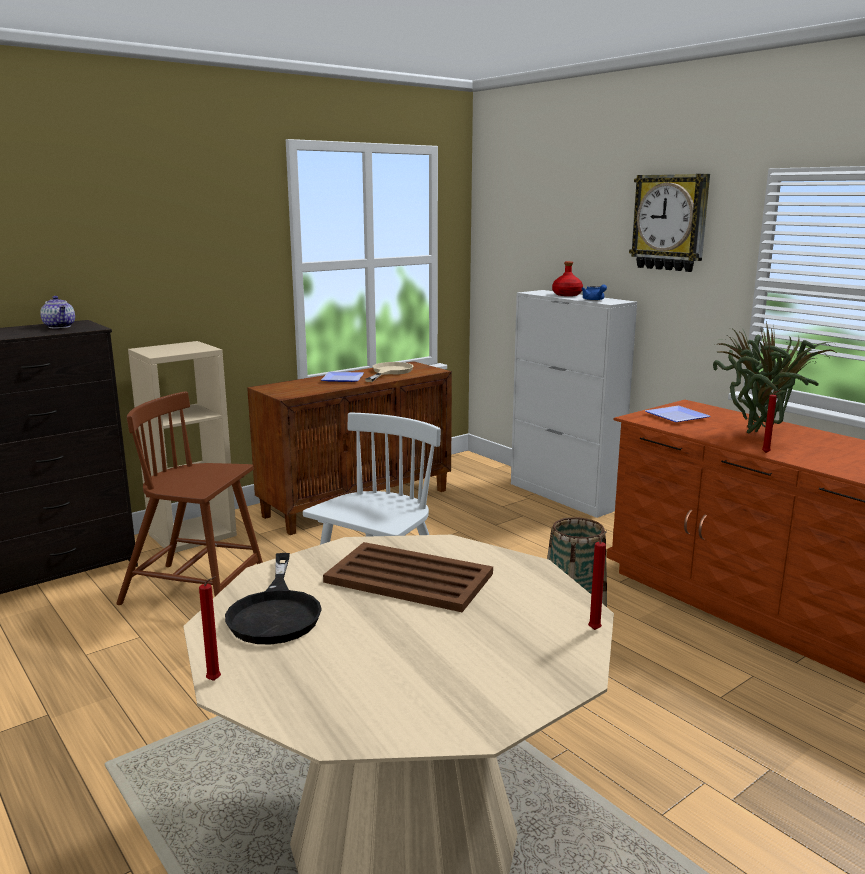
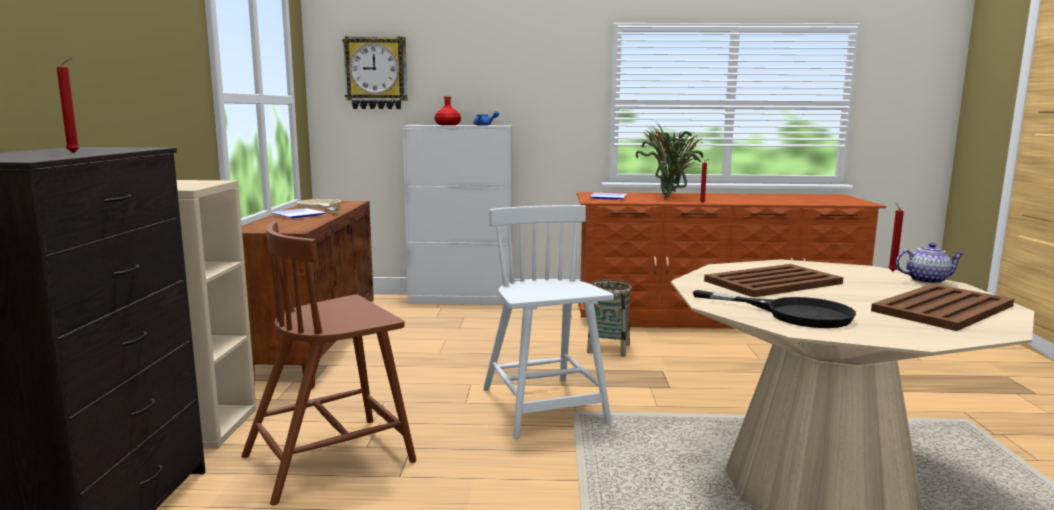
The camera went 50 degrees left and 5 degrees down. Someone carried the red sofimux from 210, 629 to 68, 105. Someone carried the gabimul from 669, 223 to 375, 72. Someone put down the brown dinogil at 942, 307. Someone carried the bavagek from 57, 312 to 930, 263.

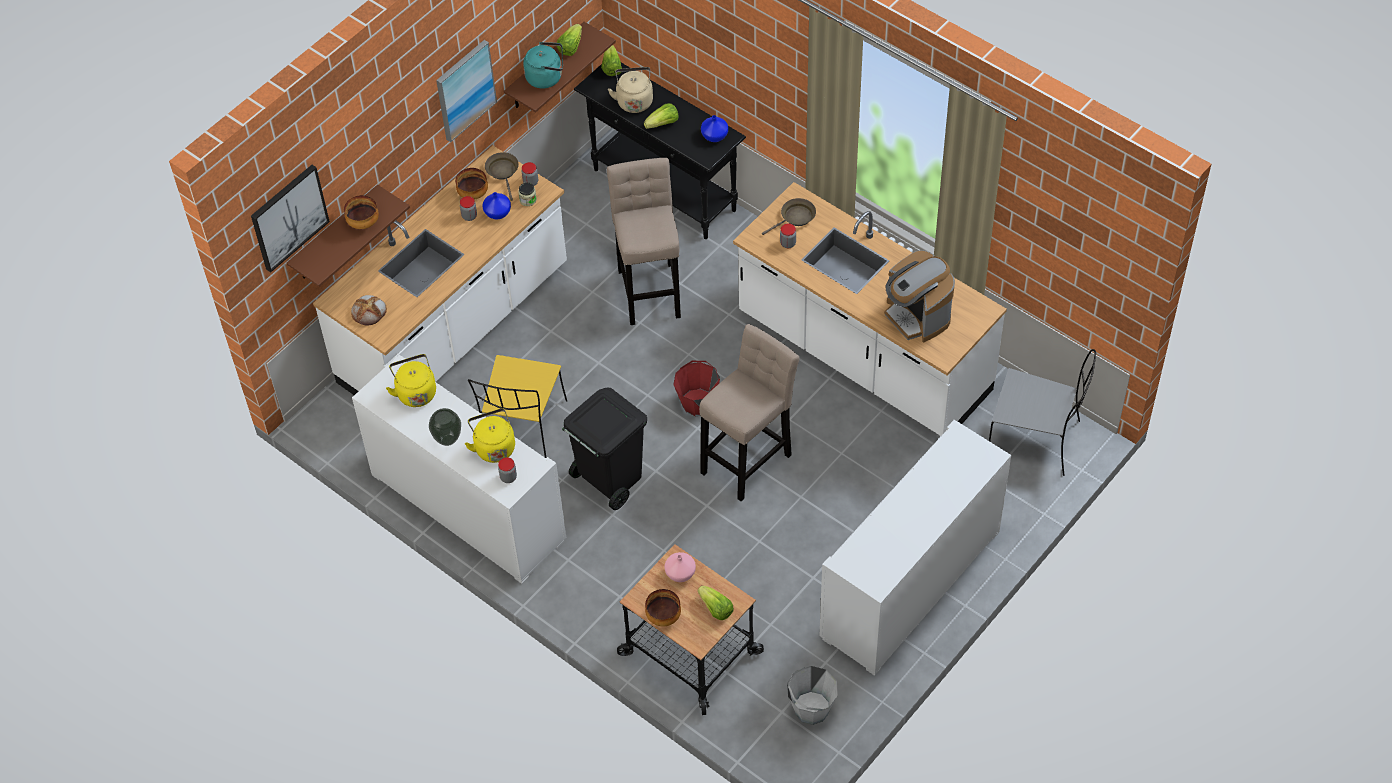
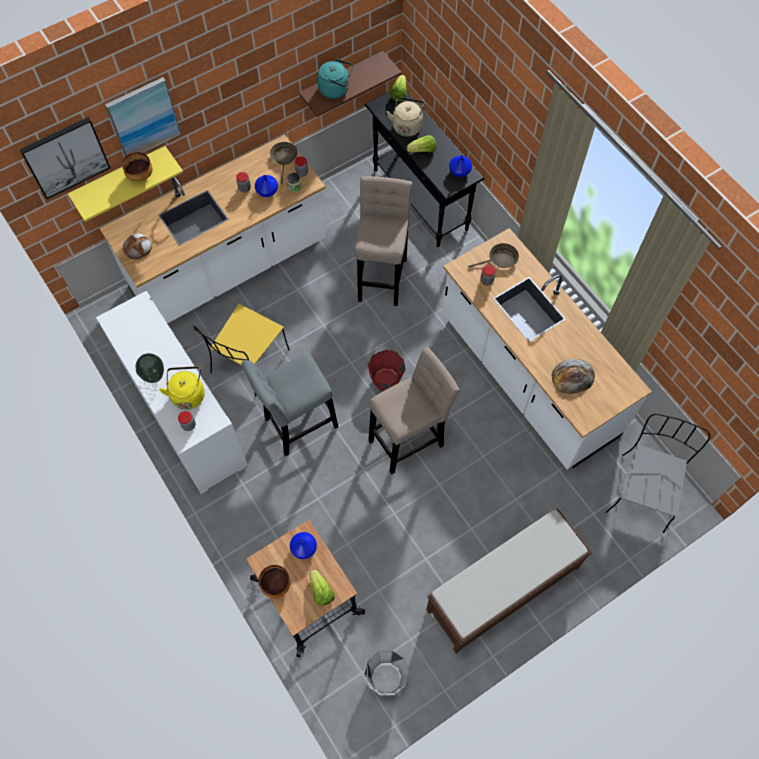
The camera went 15 degrees right and 10 degrees up. Someone repainted the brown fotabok at 348, 236, which became the yellow fotabok at 125, 184. Someone carried the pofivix from 466, 91 to 143, 117. Someone swapped the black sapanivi at 604, 449 for the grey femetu at 289, 404. Someone repainted the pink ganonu at 680, 567, which became the blue ganonu at 303, 545. Someone swapped the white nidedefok at 915, 548 for the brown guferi at 509, 581. Someone swapped the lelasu at 919, 296 for the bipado at 573, 376. Someone rotated the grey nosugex at 1042, 412 by 105 degrees counterclockwise. Someone took away the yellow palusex at 411, 380. Someone took away the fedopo at 471, 184. Someone took away the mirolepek at 569, 40.

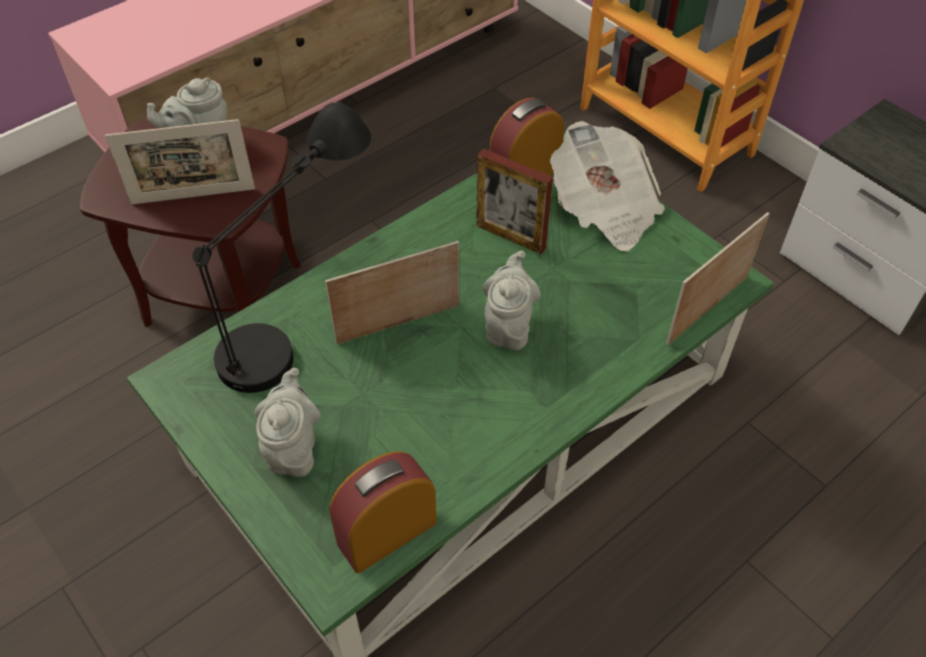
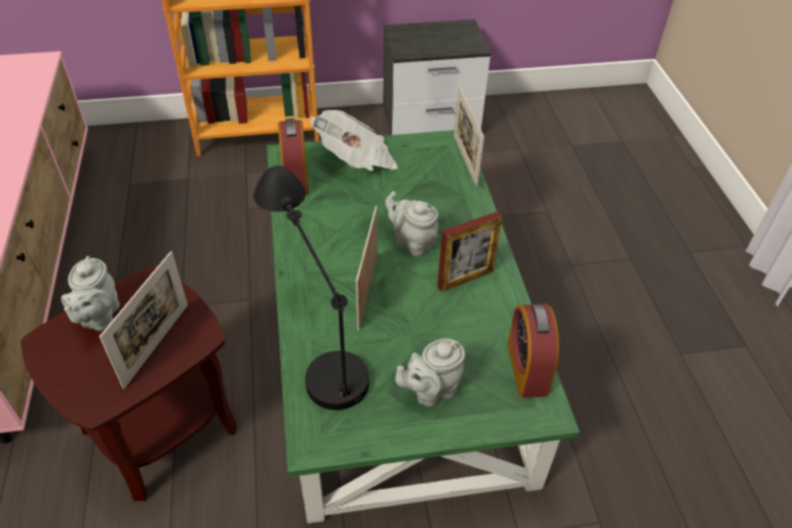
The camera went 60 degrees left and 5 degrees down. Someone rotated the grey bavagek at 288, 422 by 60 degrees counterclockwise. Someone carried the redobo from 514, 201 to 470, 251.

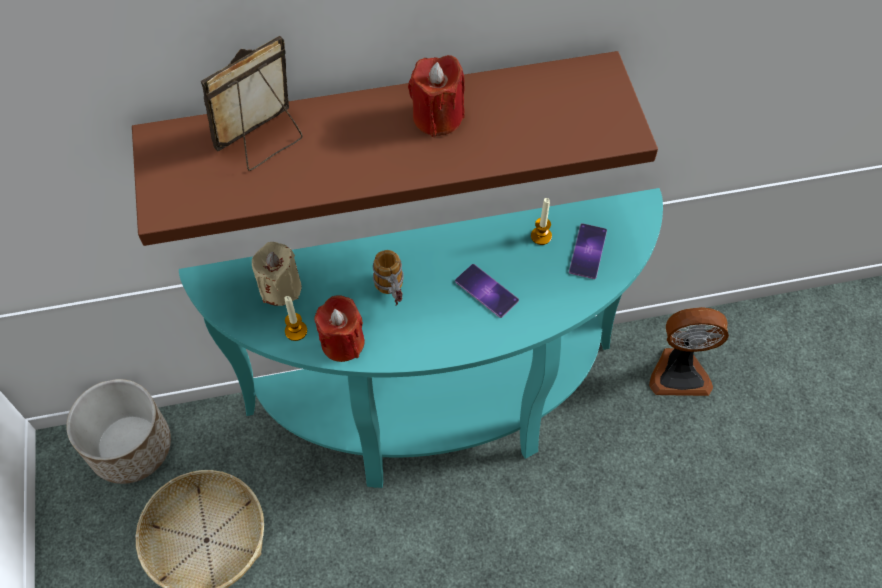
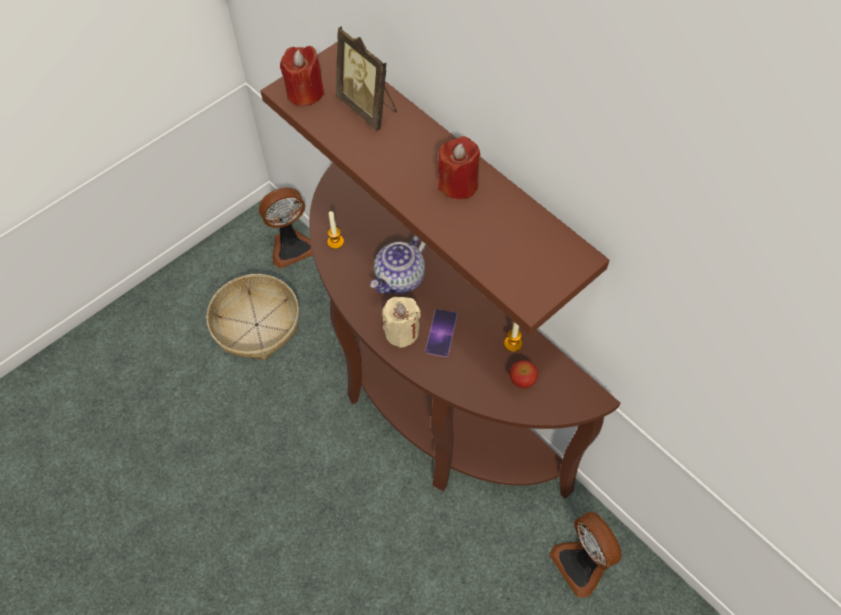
The camera went 60 degrees right and 0 degrees up. Someone swapped the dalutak at 118, 431 for the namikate at 286, 228. Someone carried the red sofimux from 339, 328 to 302, 76. Someone repainted the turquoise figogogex at 421, 338, which became the brown figogogex at 464, 331. Someone rotated the redobo at 252, 103 by 150 degrees counterclockwise. Someone swapped the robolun at 388, 278 for the bavagek at 398, 264. Someone carried the beige sofimux from 277, 274 to 401, 322. Someone swapped the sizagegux at 588, 251 for the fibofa at 523, 374.

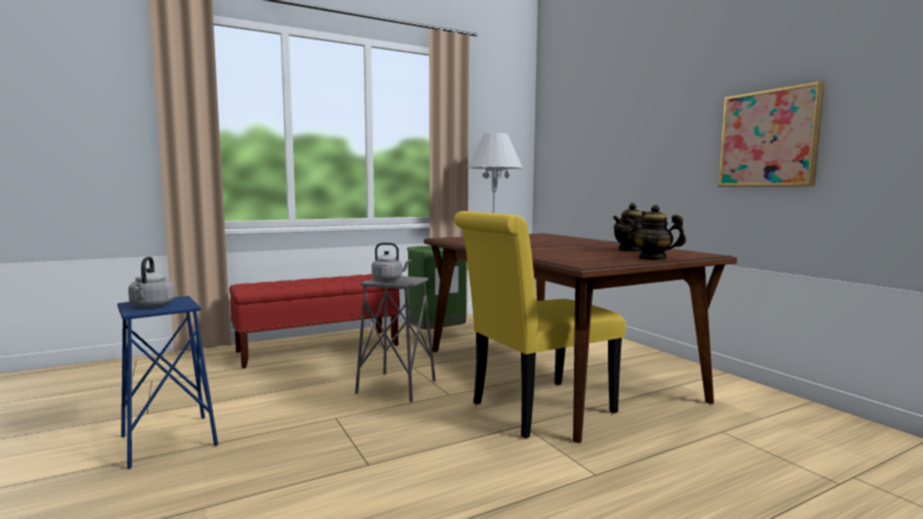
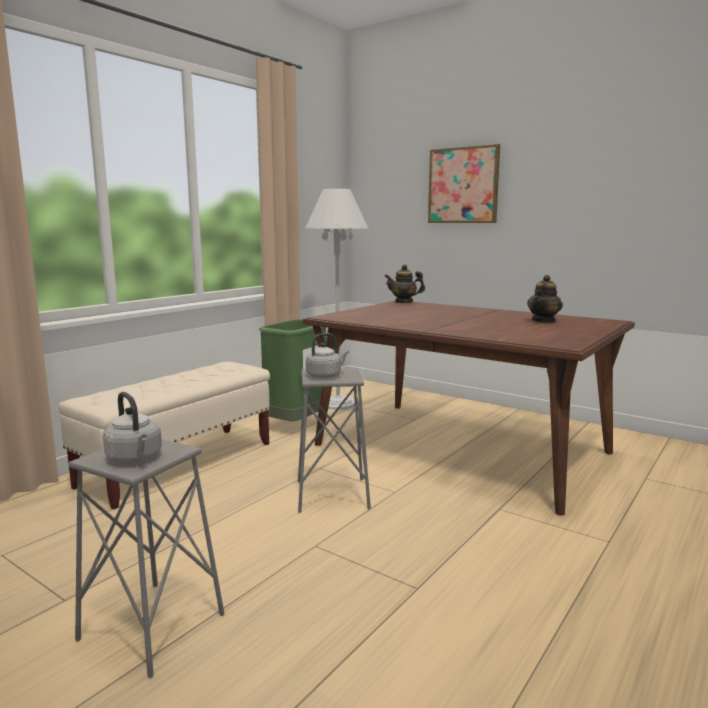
The camera went 25 degrees left and 5 degrees up. Someone repainted the red guferi at 314, 321, which became the beige guferi at 164, 435. Someone repainted the blue femetu at 167, 382, which became the grey femetu at 146, 558. Someone carried the bavagek from 655, 232 to 404, 284. Someone carried the pofivix from 771, 134 to 464, 183. Someone took away the yellow nosugex at 540, 324.

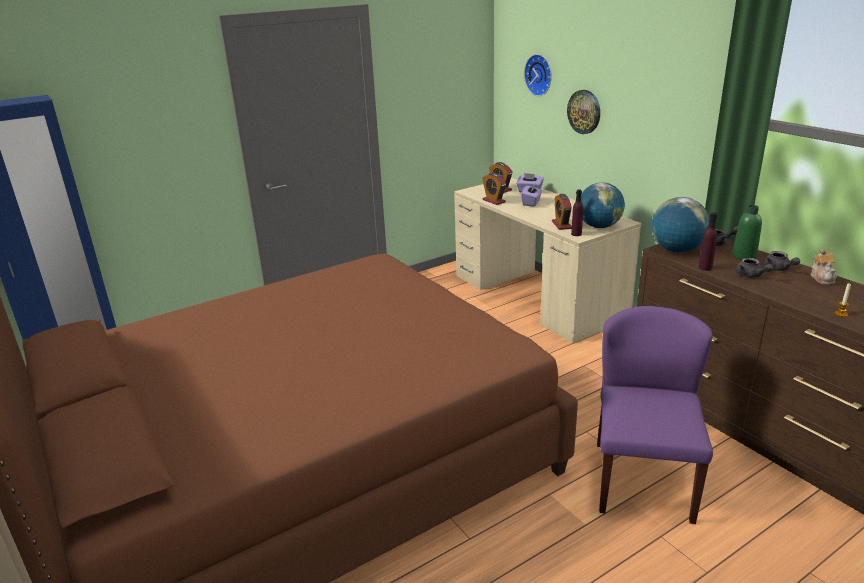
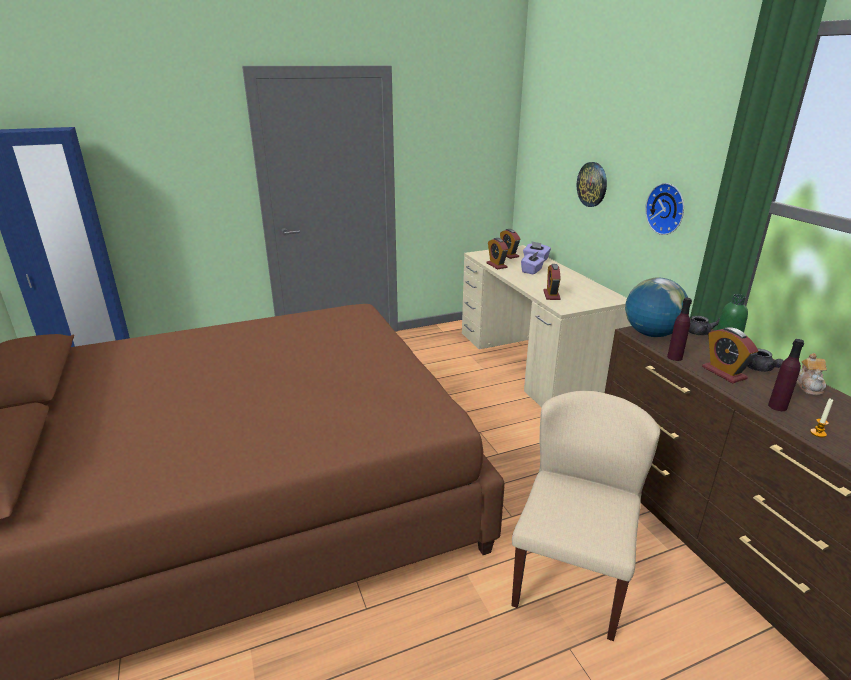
The camera went 10 degrees right and 0 degrees up. Someone repainted the purple nosugex at 655, 415, which became the beige nosugex at 585, 516. Someone carried the gabimul from 538, 75 to 664, 209. Someone swapped the grey bavagek at 754, 268 for the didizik at 730, 355. Someone carried the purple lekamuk from 577, 212 to 786, 375. Someone took away the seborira at 603, 205.

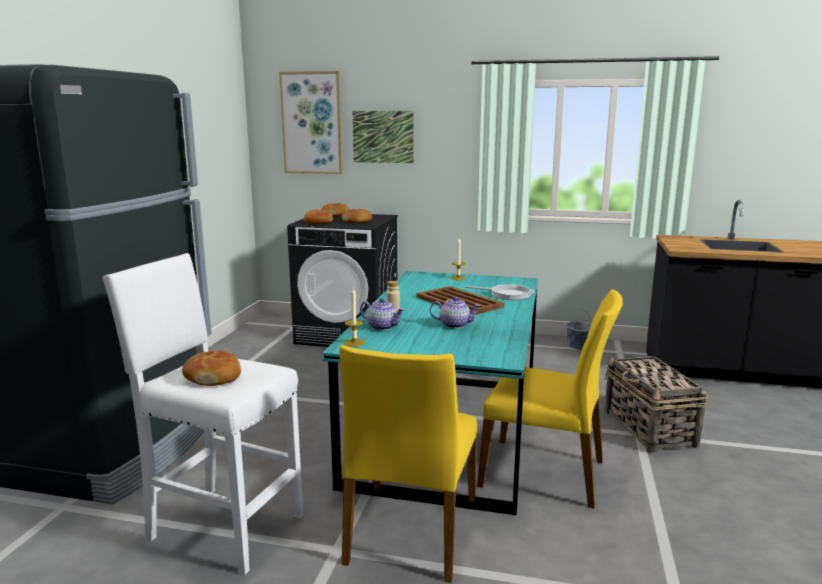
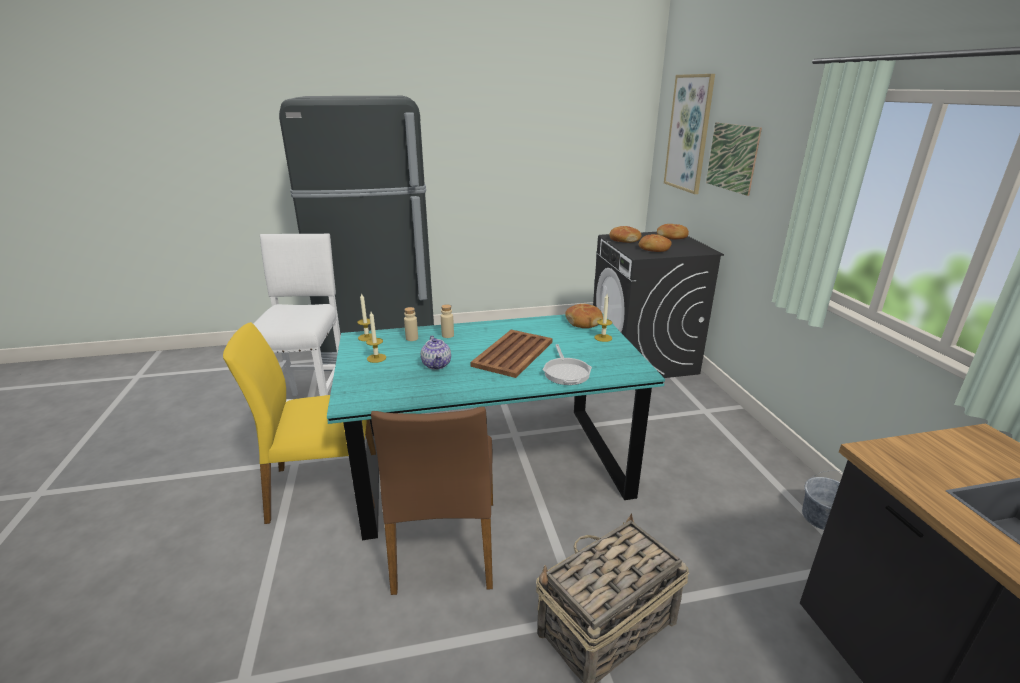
The camera went 65 degrees right and 10 degrees up. Someone put down the sofimux at 376, 337. Someone repainted the yellow nosugex at 550, 399, which became the brown nosugex at 432, 500. Someone swapped the bavagek at 382, 314 for the beige lekamuk at 411, 324. Someone carried the bipado from 211, 368 to 584, 316.

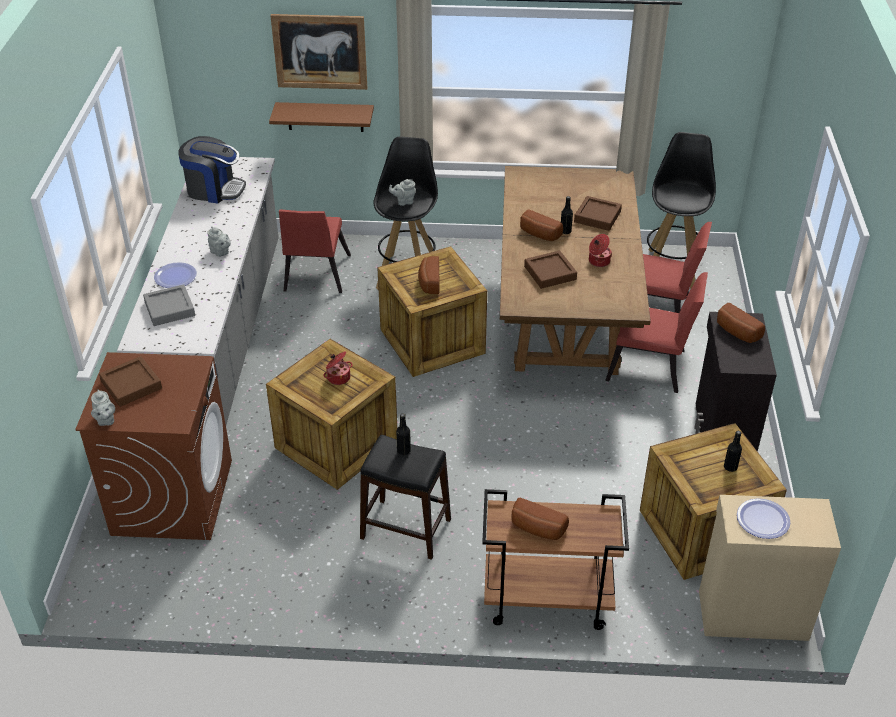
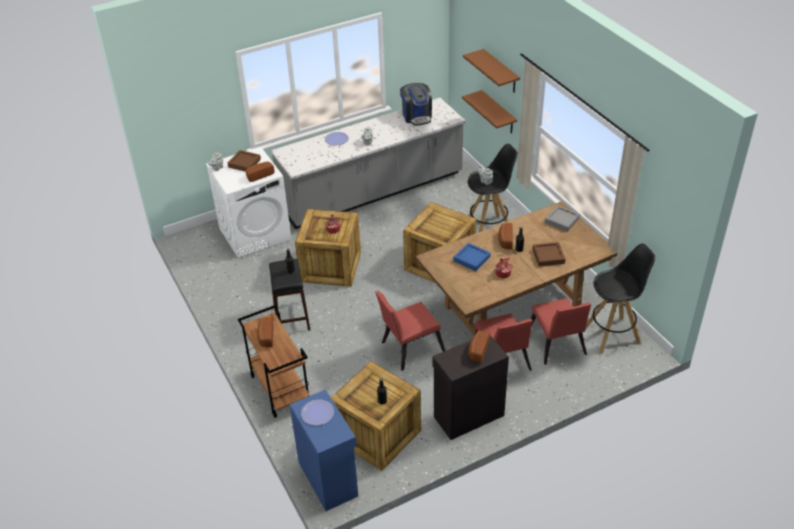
The camera went 60 degrees right and 0 degrees up. Someone repainted the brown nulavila at 153, 446, which became the white nulavila at 249, 202. Someone carried the bipado from 428, 275 to 260, 172. Someone repainted the beige nidedefok at 770, 568, which became the blue nidedefok at 323, 450. Someone carried the red nosugex from 315, 251 to 410, 330. Someone repainted the brown dinogil at 550, 270, which became the blue dinogil at 472, 257. Someone swapped the pofivix at 318, 52 for the brown fotabok at 491, 71. Someone carried the grey dinogil from 169, 305 to 562, 218.

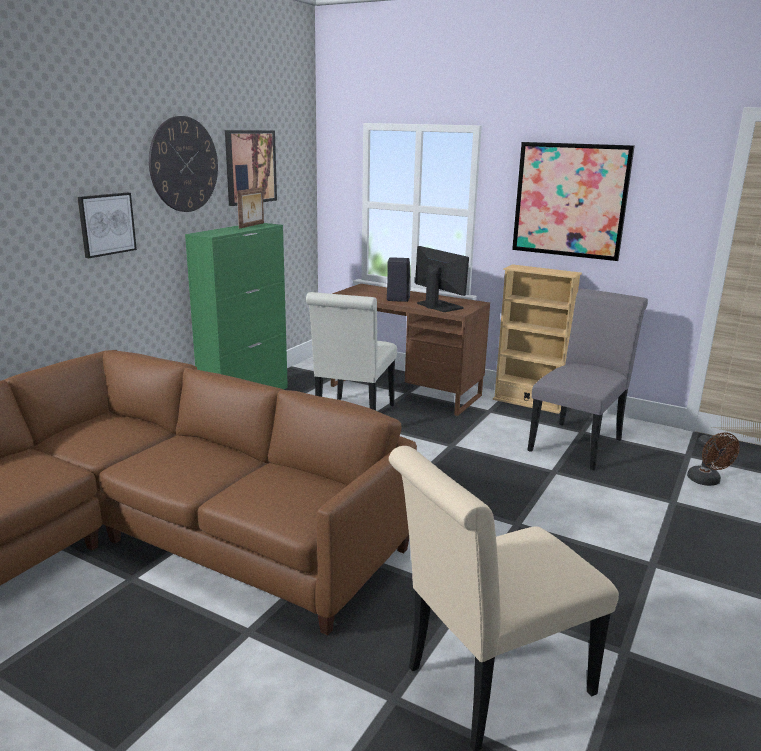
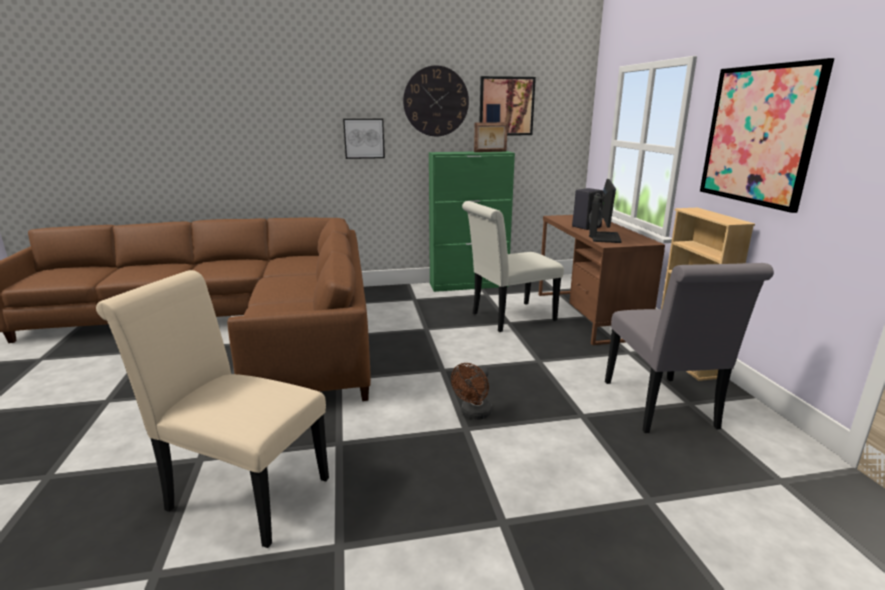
The camera went 50 degrees right and 0 degrees up. Someone carried the brown namikate from 713, 459 to 471, 391. Someone rotated the grey nosugex at 587, 379 by 90 degrees clockwise.

